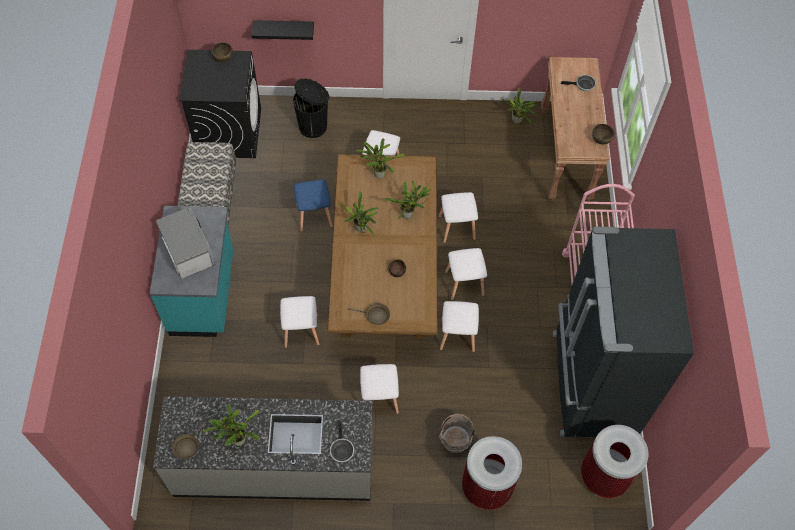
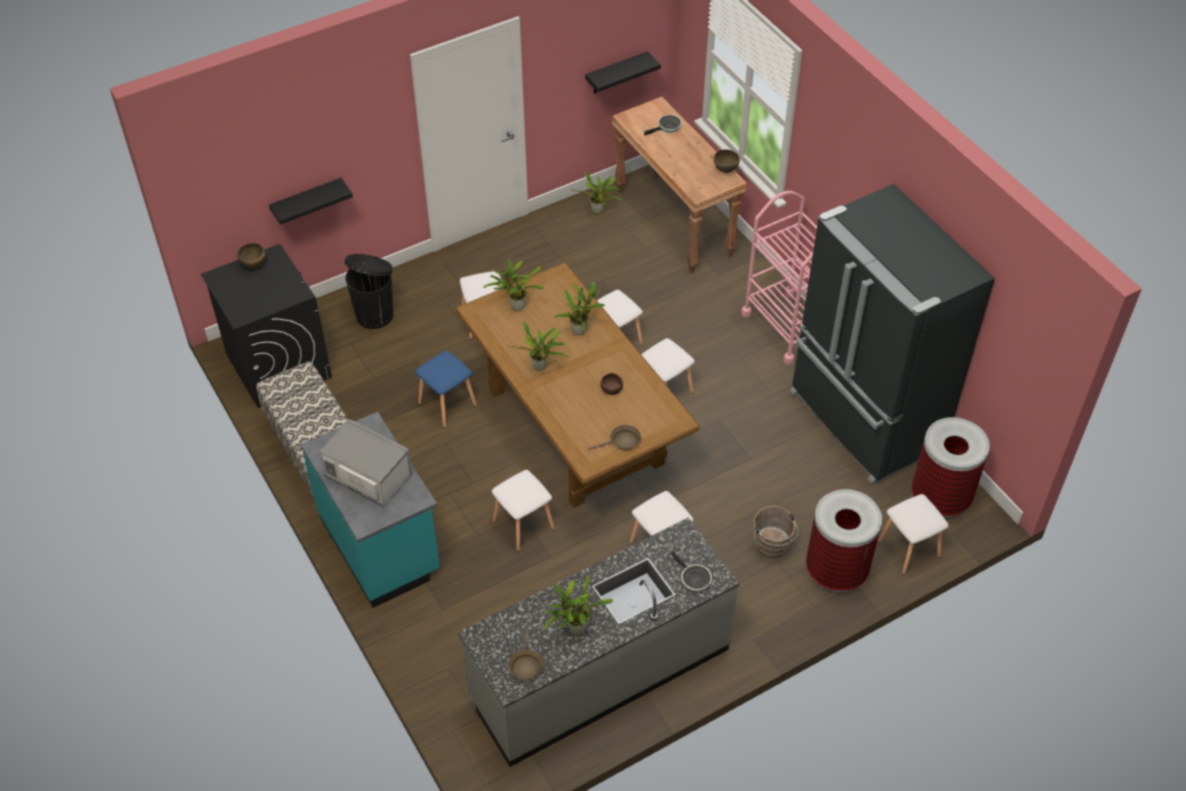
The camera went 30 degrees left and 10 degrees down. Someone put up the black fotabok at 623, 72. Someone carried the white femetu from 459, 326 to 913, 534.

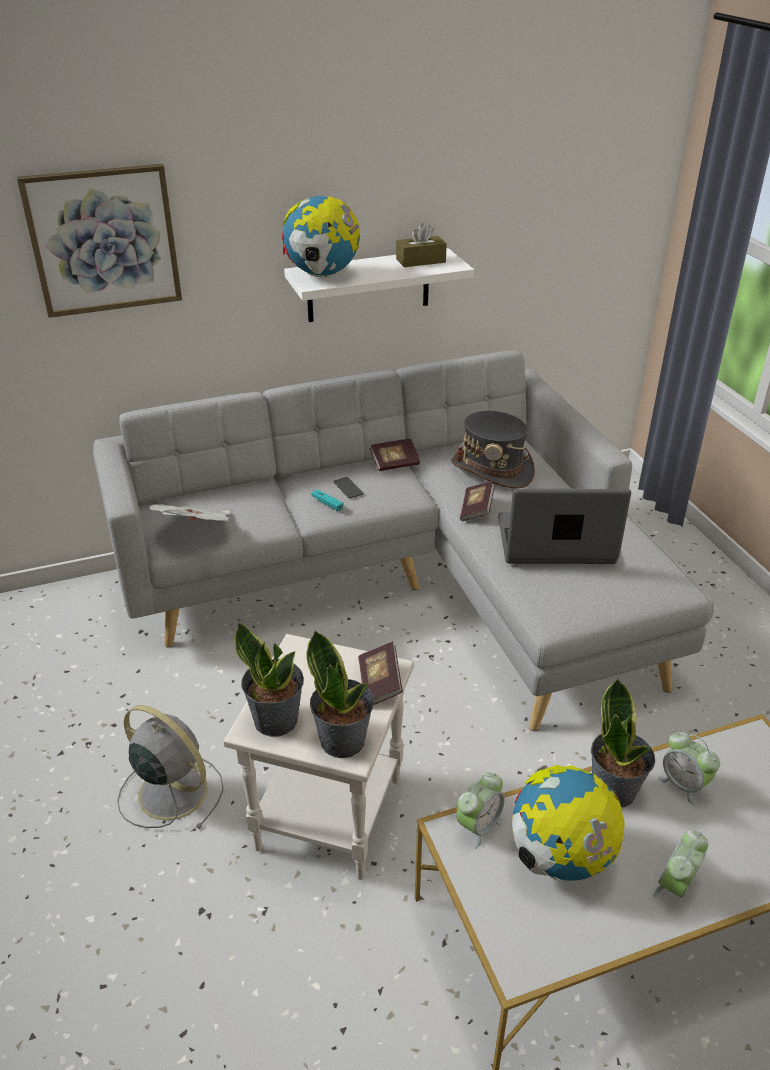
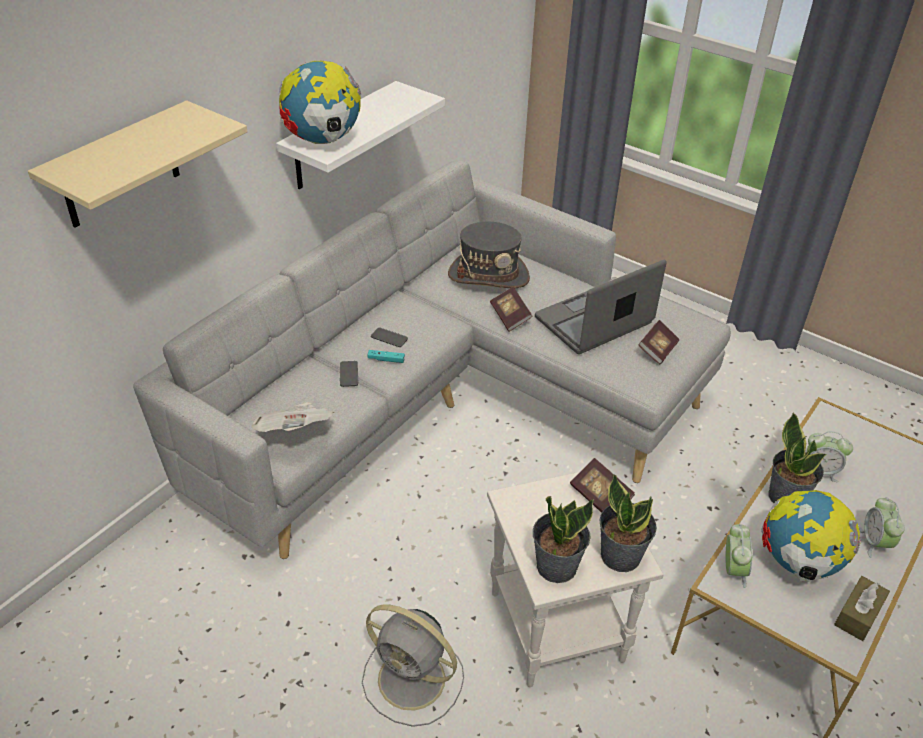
The camera went 35 degrees left and 5 degrees up. Someone swapped the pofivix at 99, 241 for the beige fotabok at 138, 164. Someone put down the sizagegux at 349, 374. Someone rotated the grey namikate at 170, 767 by 150 degrees counterclockwise. Someone carried the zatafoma from 395, 454 to 658, 342. Someone carried the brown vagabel from 421, 245 to 862, 608.

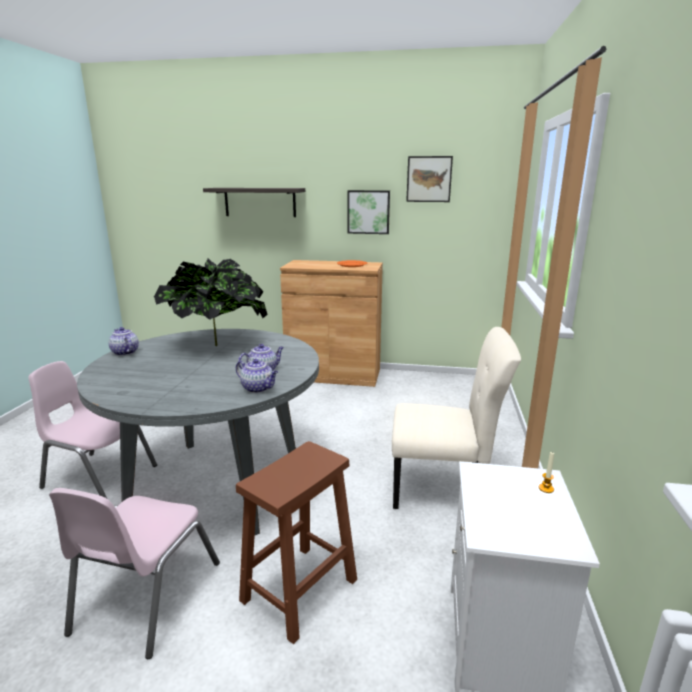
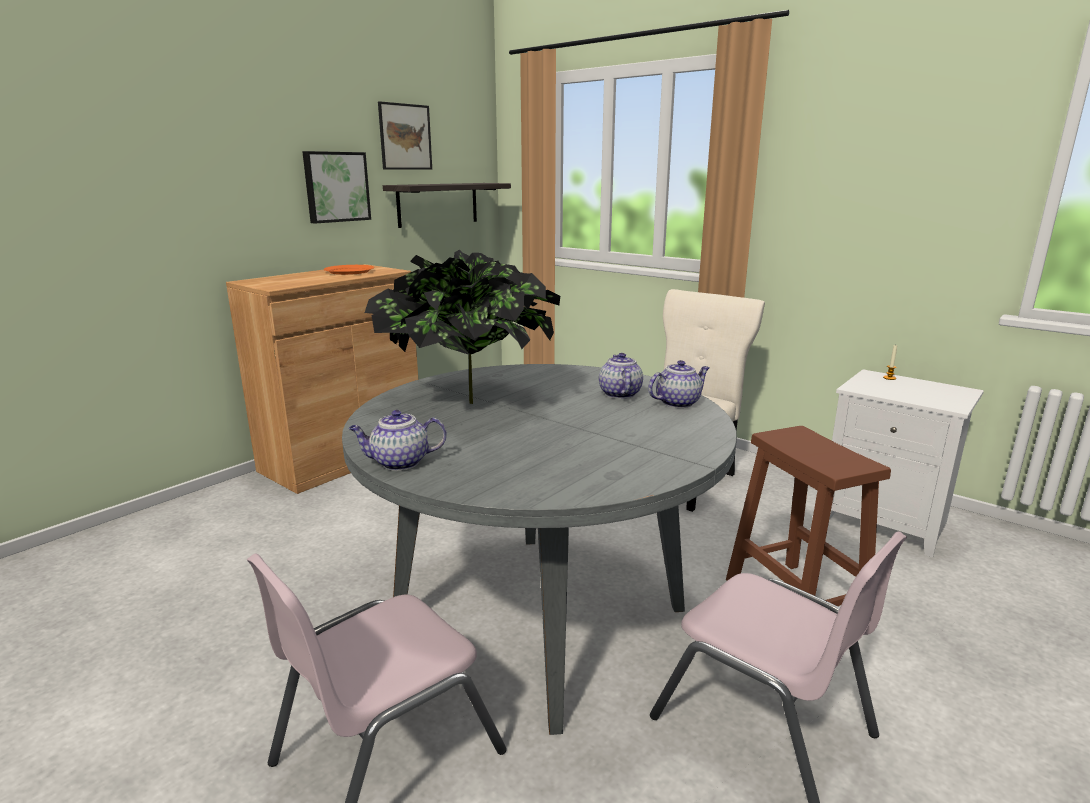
The camera went 60 degrees left and 0 degrees up. Someone carried the fotabok from 254, 202 to 447, 205.

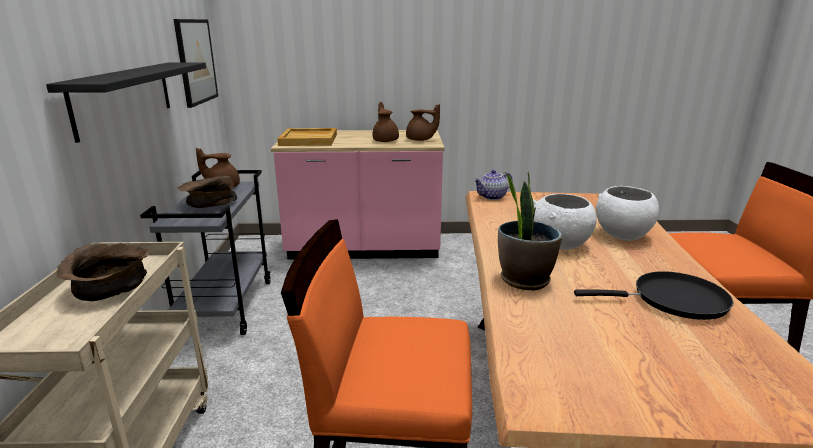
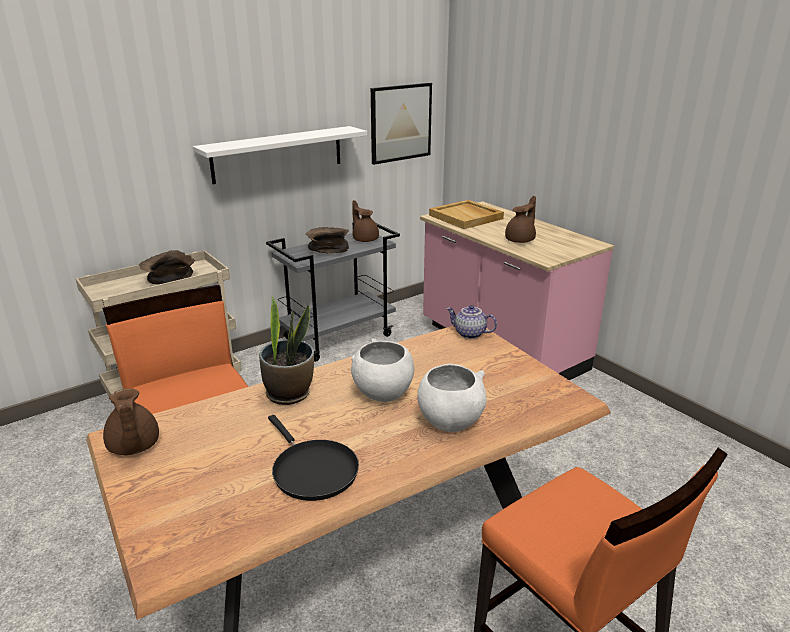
The camera went 55 degrees right and 5 degrees up. Someone carried the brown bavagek from 423, 122 to 131, 421. Someone repainted the black fotabok at 126, 102, which became the white fotabok at 280, 155.

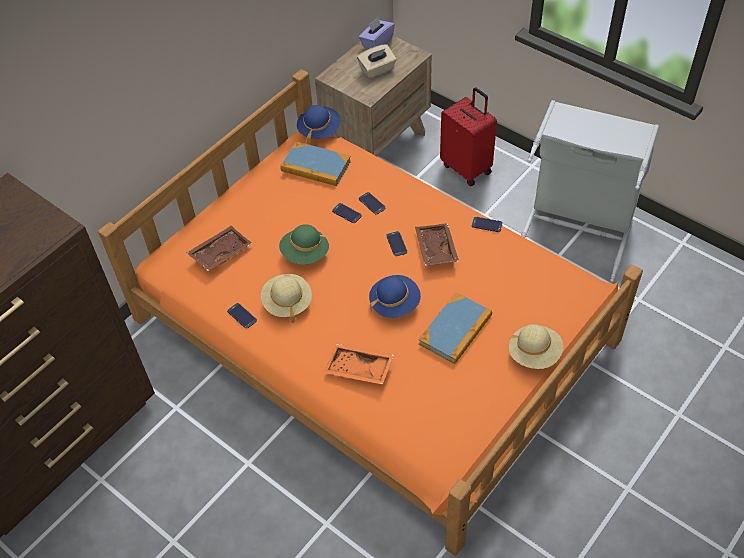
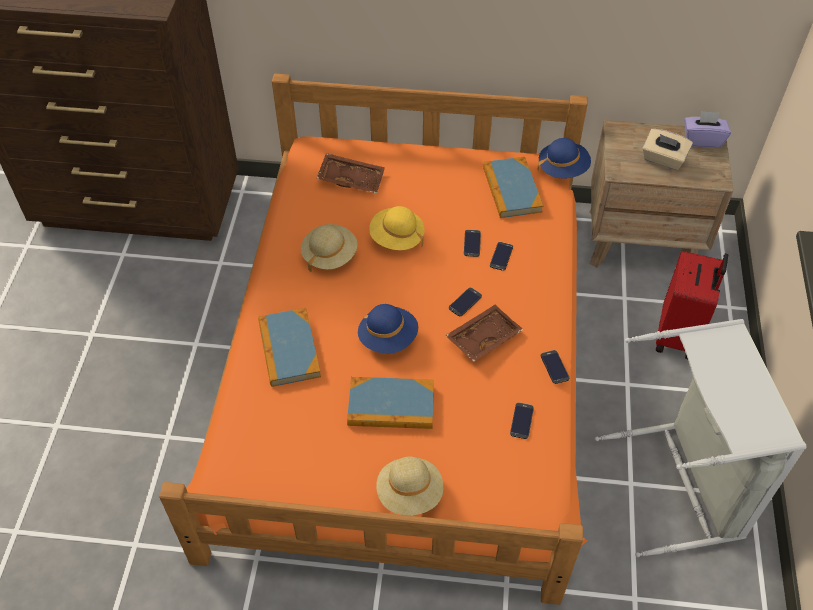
The camera went 55 degrees right and 0 degrees up. Someone swapped the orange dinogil at 358, 364 for the zatafoma at 289, 347. Someone repainted the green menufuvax at 304, 244, which became the yellow menufuvax at 397, 228. Someone carried the sizagegux from 242, 316 to 522, 420.

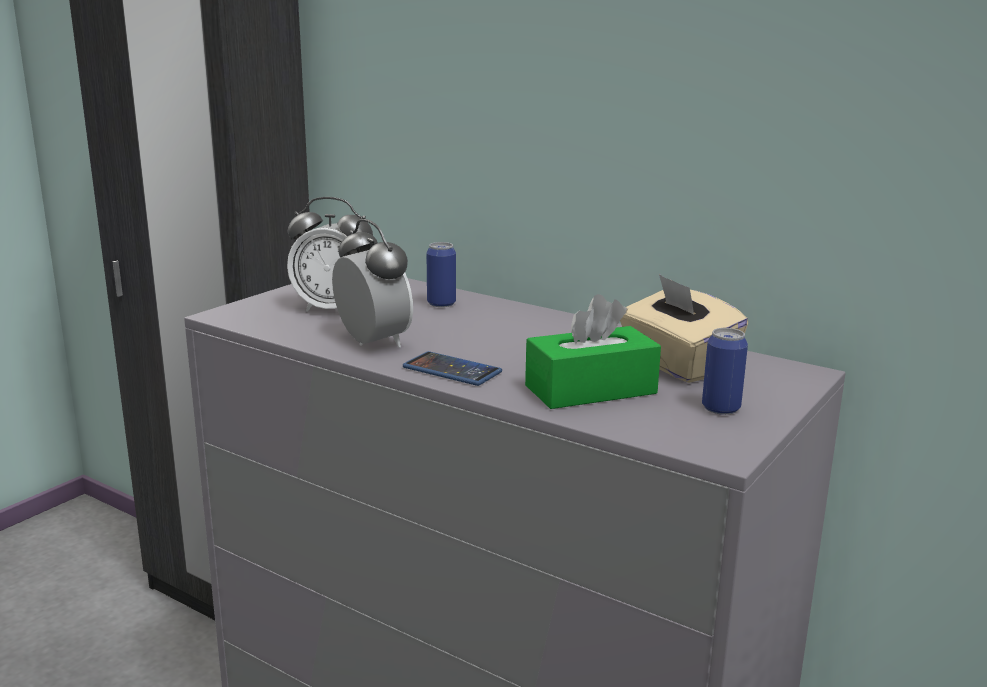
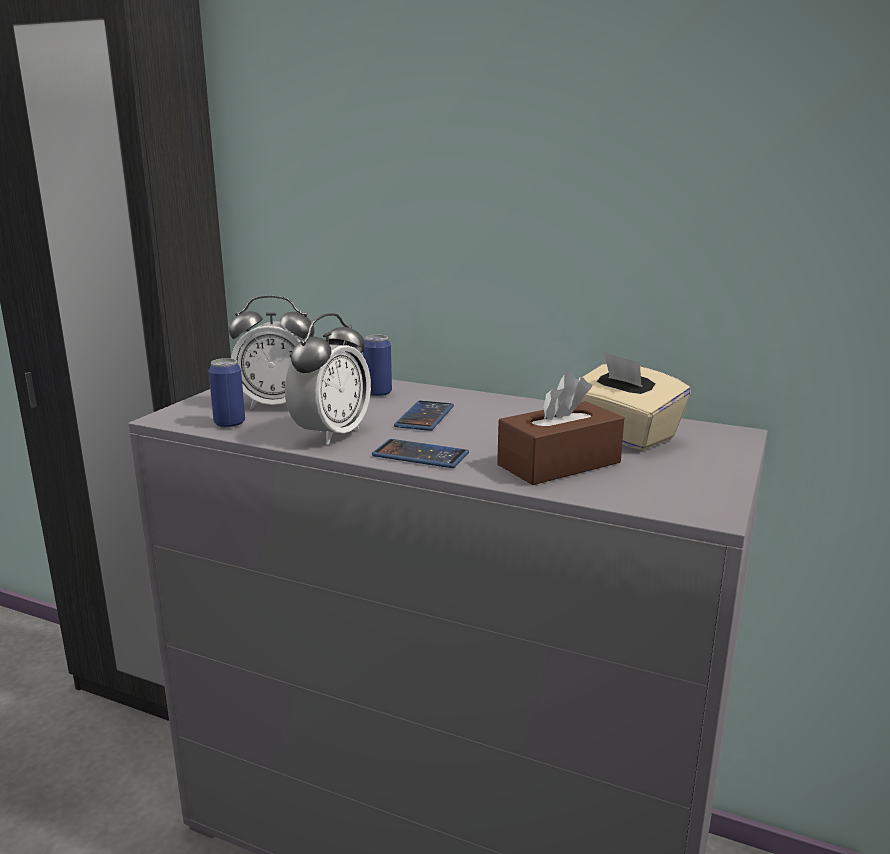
The camera went 10 degrees left and 0 degrees up. Someone carried the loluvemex from 725, 371 to 227, 393. Someone rotated the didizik at 372, 283 by 75 degrees clockwise. Someone put down the sizagegux at 424, 415. Someone repainted the green vagabel at 593, 351, which became the brown vagabel at 560, 428.

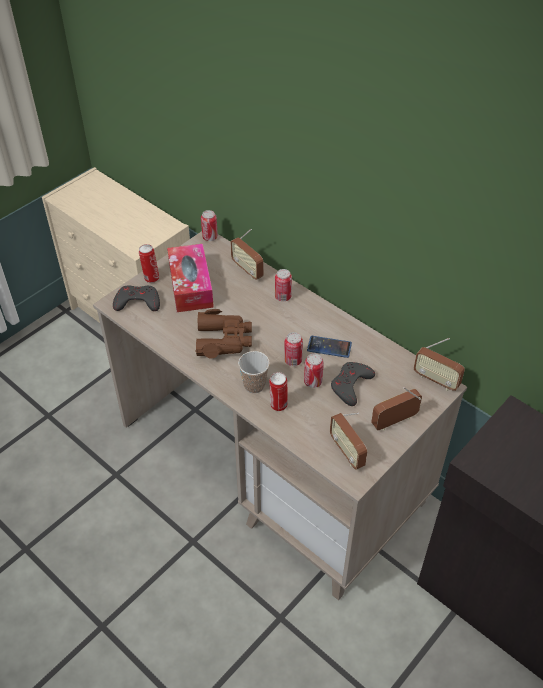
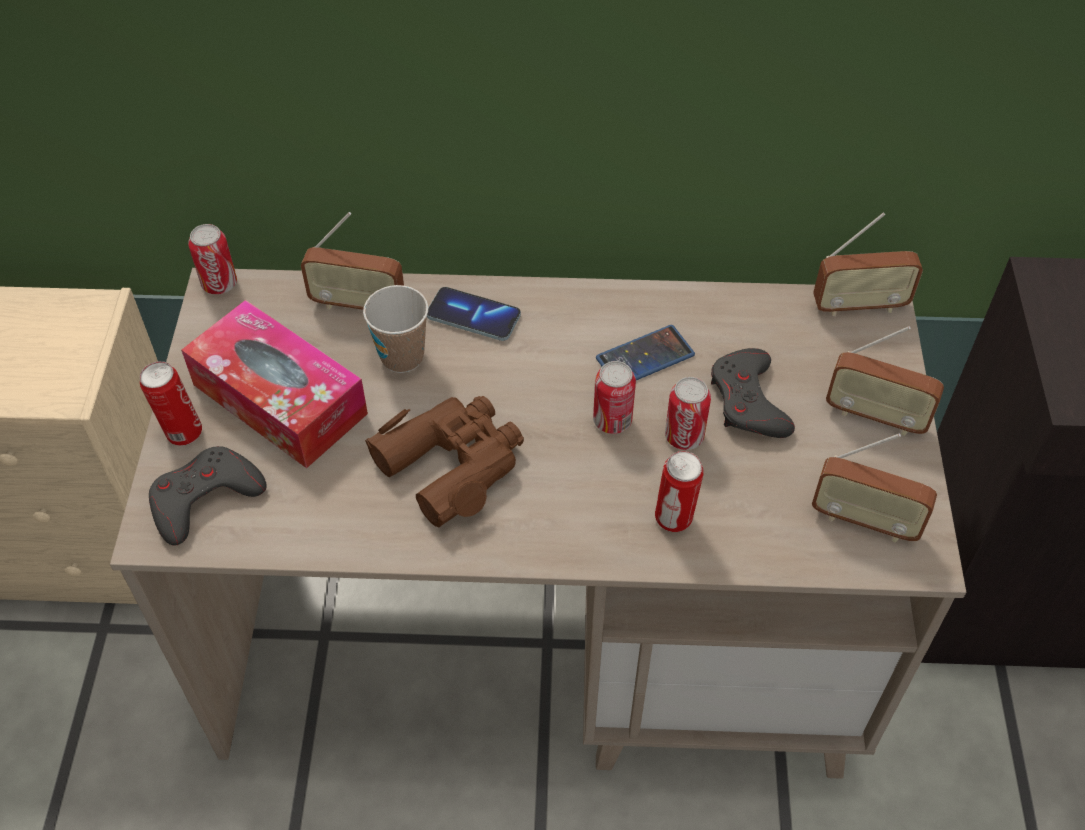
The camera went 40 degrees left and 5 degrees up. Someone carried the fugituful from 254, 372 to 395, 329. Someone swapped the loluvemex at 283, 285 for the sizagegux at 474, 314. Someone rotated the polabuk at 396, 408 by 90 degrees counterclockwise.

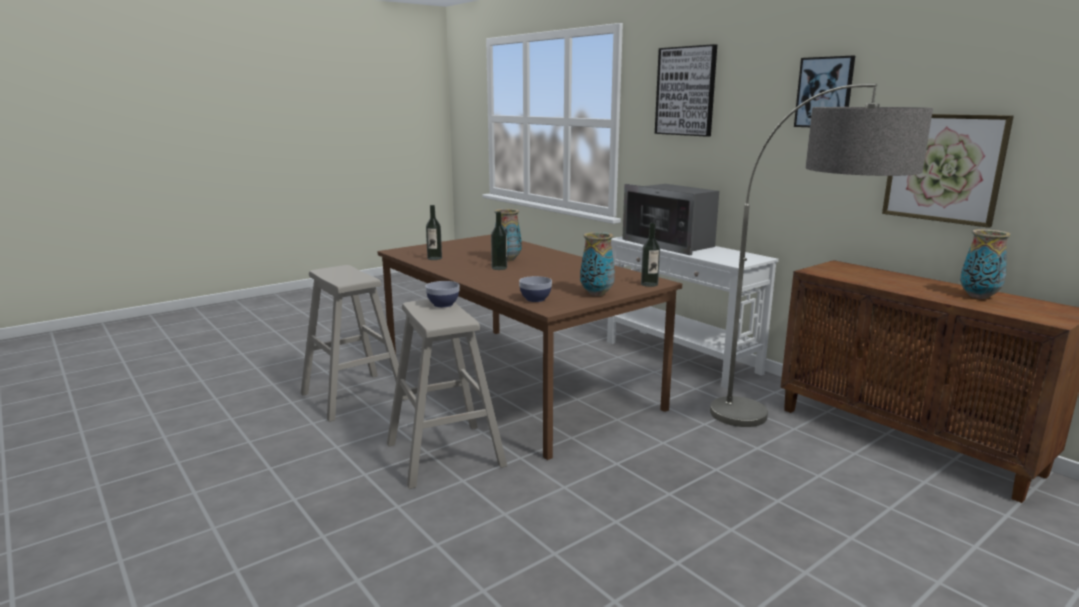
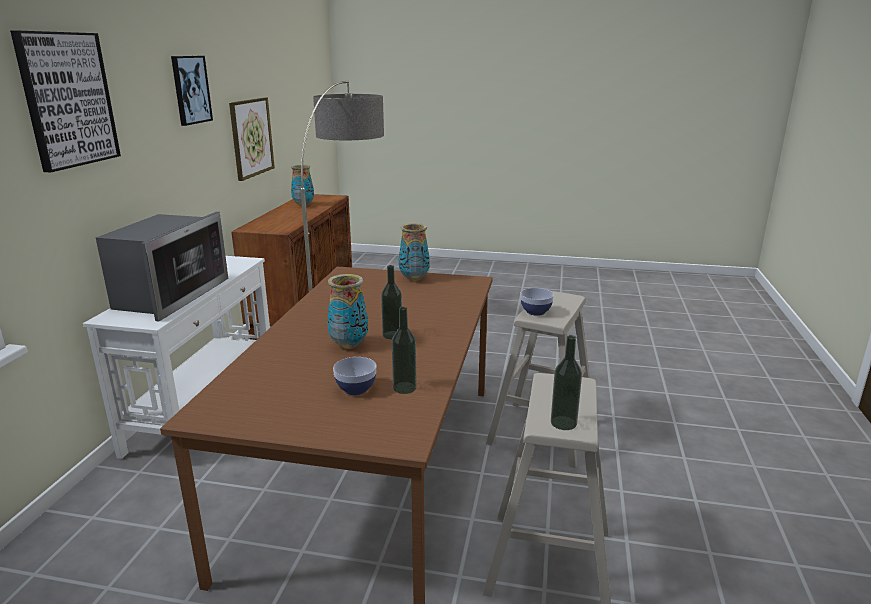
The camera went 130 degrees left and 5 degrees up. Someone carried the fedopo from 535, 289 to 354, 376. Someone carried the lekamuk from 650, 255 to 566, 382.

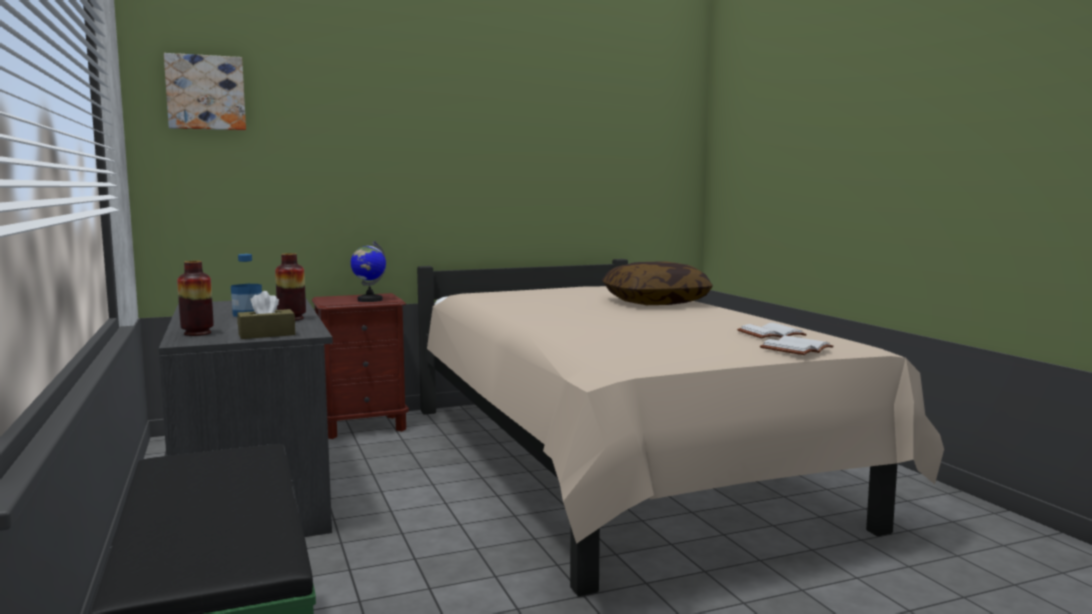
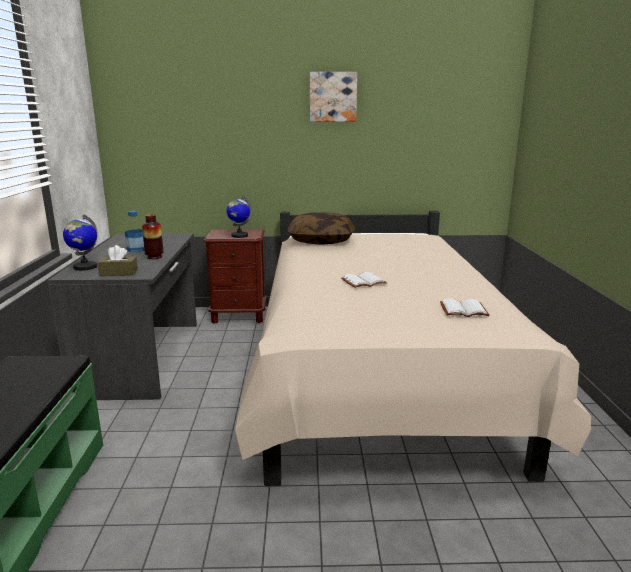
The camera went 20 degrees right and 10 degrees up. Someone swapped the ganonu at 195, 298 for the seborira at 80, 243. Someone carried the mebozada from 657, 283 to 321, 228. Someone carried the pofivix from 205, 91 to 333, 97. Someone carried the white zatafoma from 797, 345 to 364, 280.

